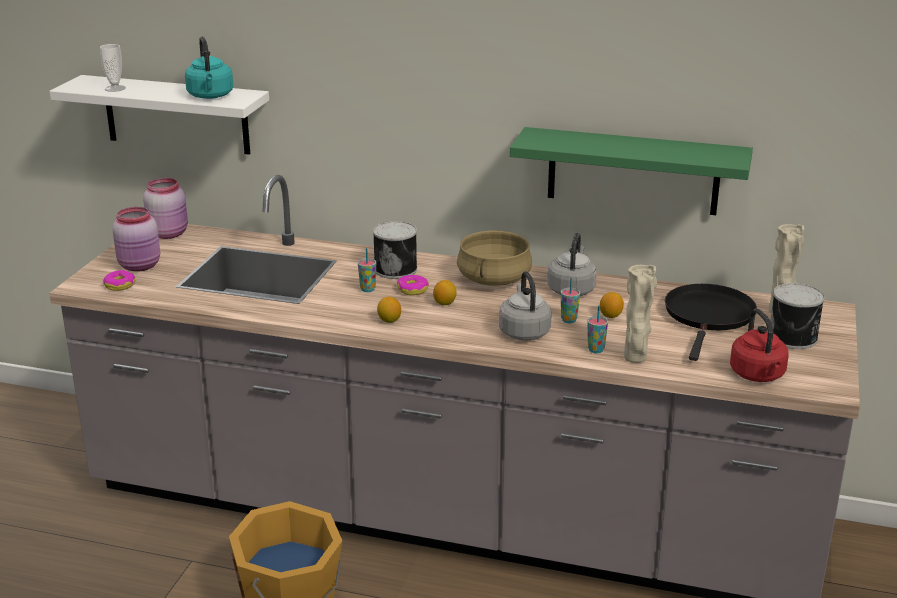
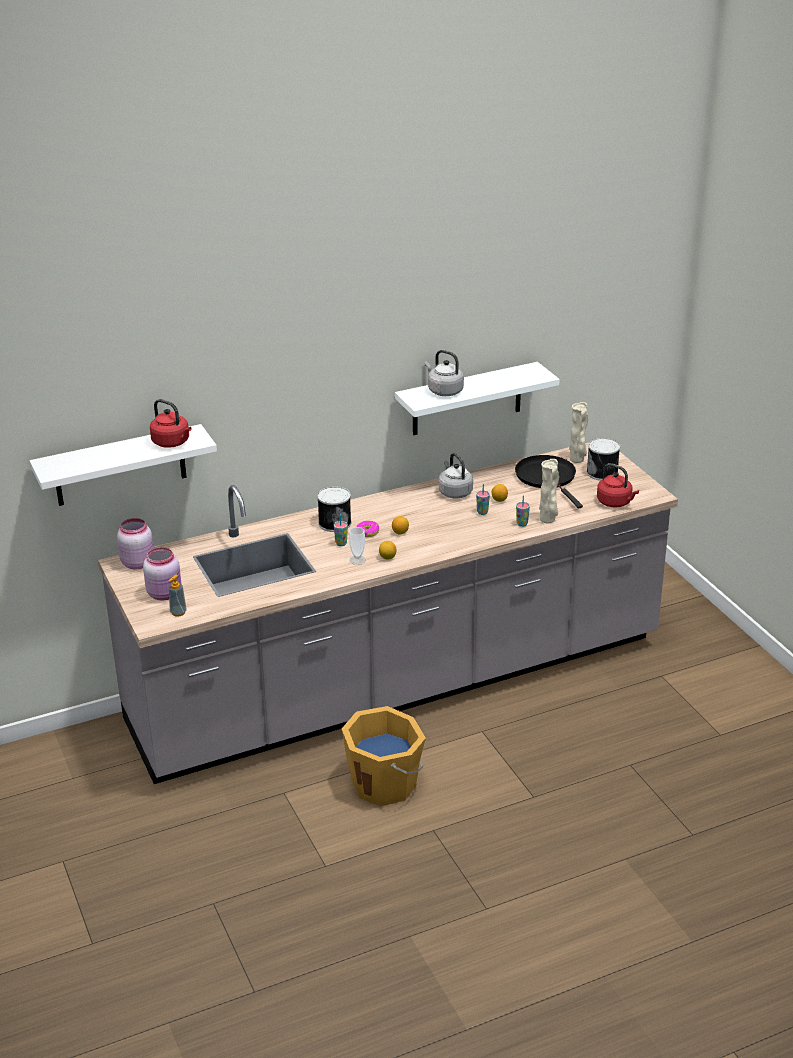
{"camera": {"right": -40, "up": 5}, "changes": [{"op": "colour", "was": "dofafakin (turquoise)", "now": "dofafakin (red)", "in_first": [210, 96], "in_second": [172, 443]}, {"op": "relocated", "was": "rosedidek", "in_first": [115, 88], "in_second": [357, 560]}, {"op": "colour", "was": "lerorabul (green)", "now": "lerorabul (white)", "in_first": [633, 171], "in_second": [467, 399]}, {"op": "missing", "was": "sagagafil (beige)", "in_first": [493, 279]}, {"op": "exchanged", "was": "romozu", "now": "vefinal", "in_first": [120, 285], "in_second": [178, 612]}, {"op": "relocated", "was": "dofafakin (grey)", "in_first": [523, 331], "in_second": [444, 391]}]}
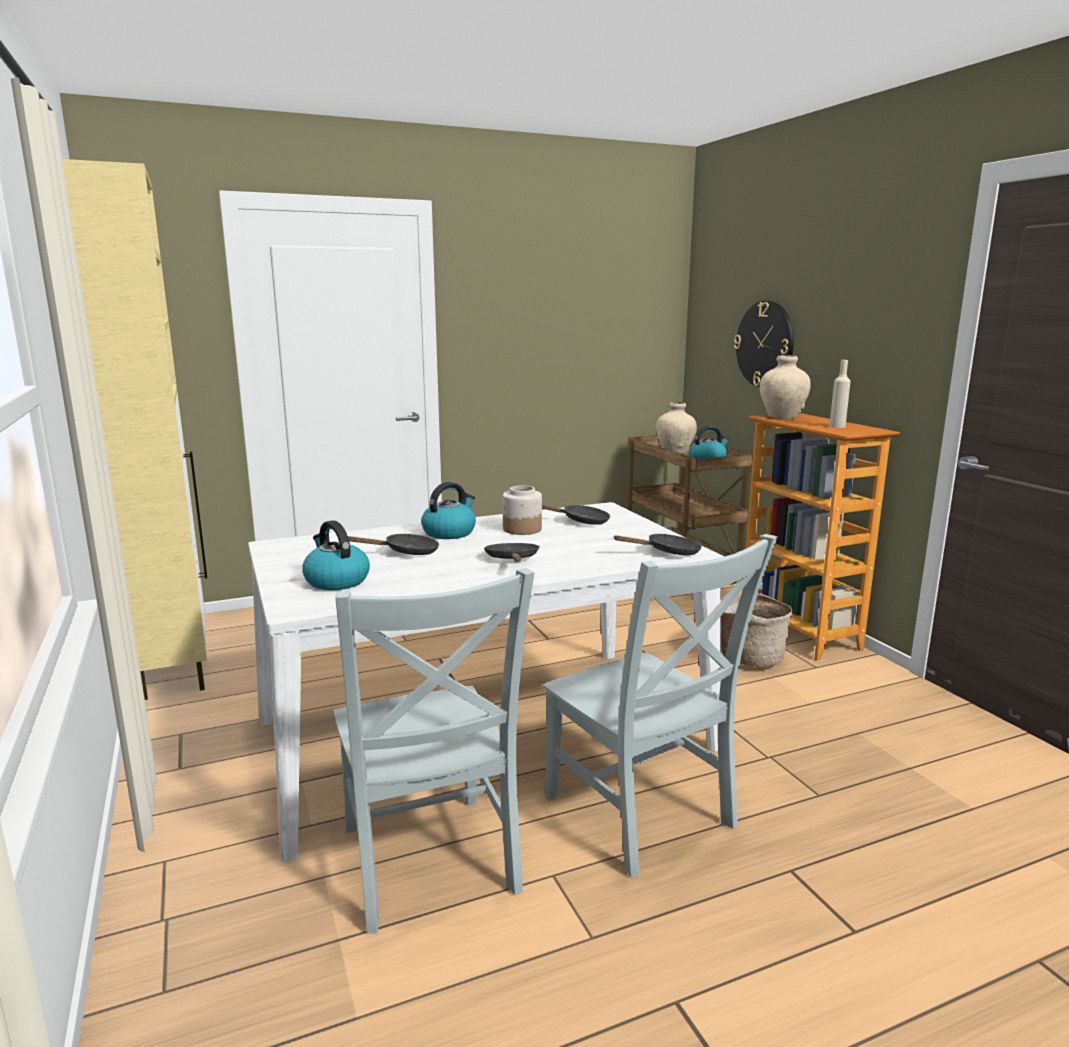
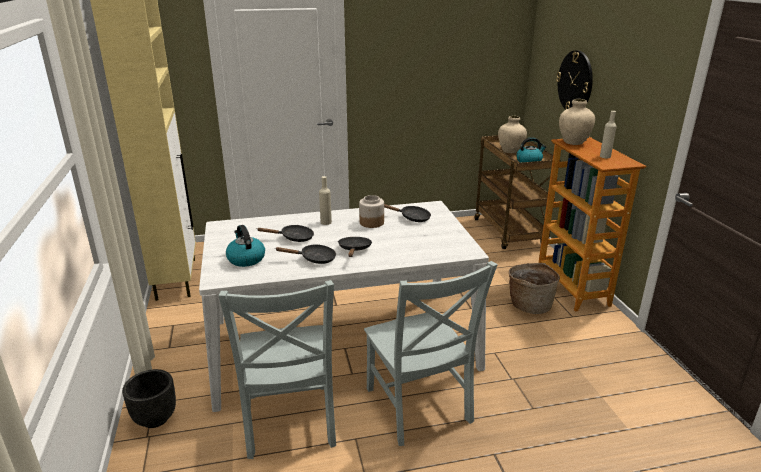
{"camera": {"right": 10, "up": 10}, "changes": [{"op": "exchanged", "was": "dofafakin", "now": "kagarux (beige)", "in_first": [449, 532], "in_second": [326, 222]}, {"op": "relocated", "was": "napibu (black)", "in_first": [668, 552], "in_second": [314, 259]}, {"op": "appeared", "now": "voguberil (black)", "in_second": [154, 419]}]}
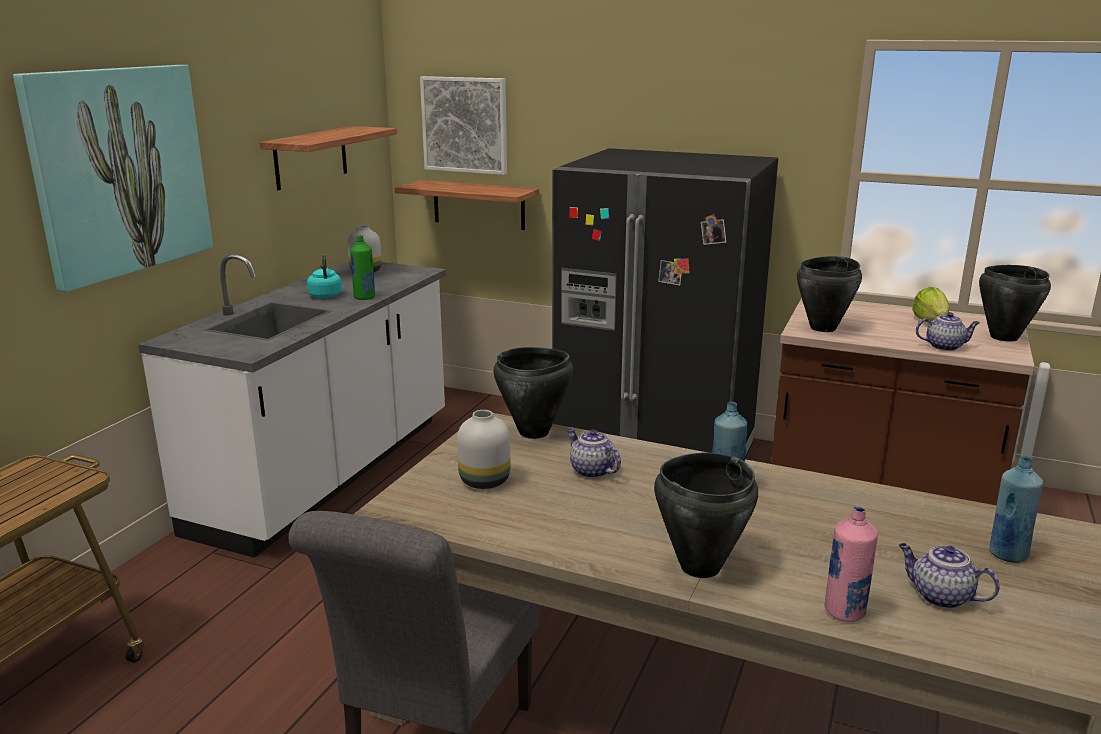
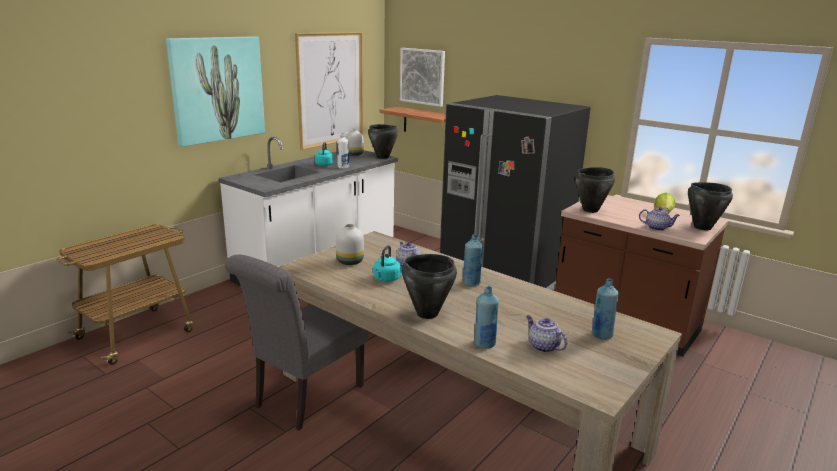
{"camera": {"right": 15, "up": 0}, "changes": [{"op": "exchanged", "was": "lerorabul", "now": "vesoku", "in_first": [311, 157], "in_second": [330, 89]}, {"op": "colour", "was": "kagarux (green)", "now": "kagarux (white)", "in_first": [364, 297], "in_second": [343, 167]}, {"op": "relocated", "was": "sagagafil (black)", "in_first": [534, 432], "in_second": [383, 157]}, {"op": "colour", "was": "kagarux (pink)", "now": "kagarux (blue)", "in_first": [844, 612], "in_second": [484, 344]}, {"op": "appeared", "now": "dofafakin (turquoise)", "in_second": [386, 279]}]}
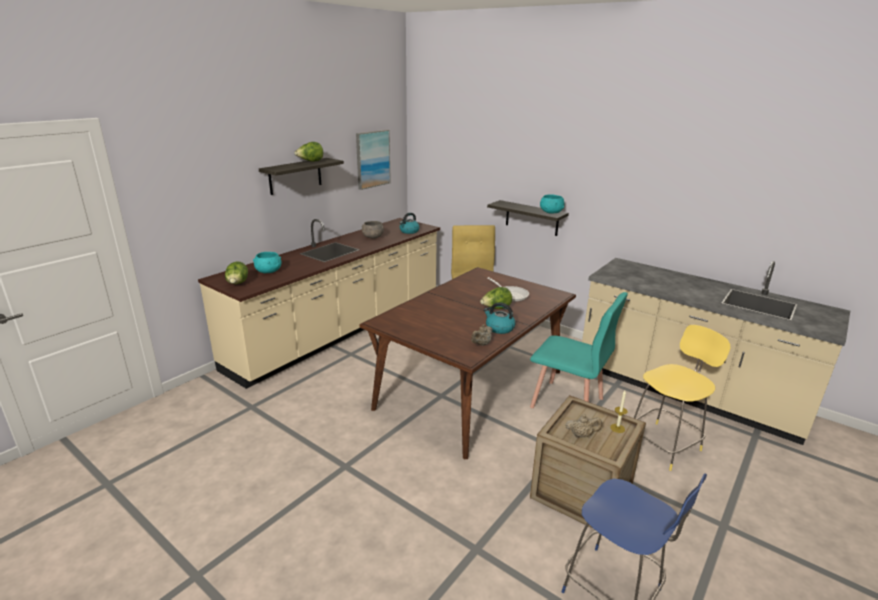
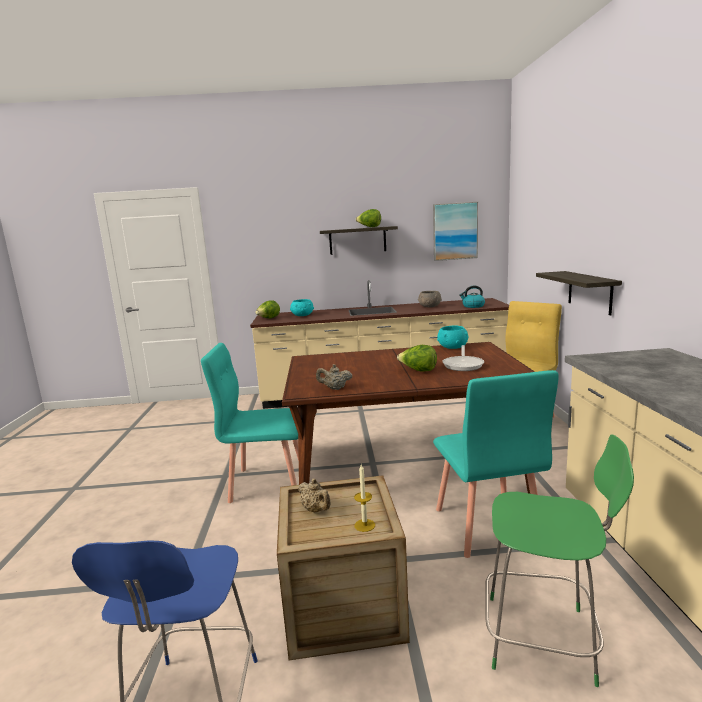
{"camera": {"right": 50, "up": -10}, "changes": [{"op": "relocated", "was": "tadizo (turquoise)", "in_first": [550, 212], "in_second": [452, 347]}, {"op": "missing", "was": "dofafakin", "in_first": [499, 328]}, {"op": "colour", "was": "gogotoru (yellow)", "now": "gogotoru (green)", "in_first": [664, 444], "in_second": [544, 639]}, {"op": "appeared", "now": "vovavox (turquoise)", "in_second": [267, 483]}]}
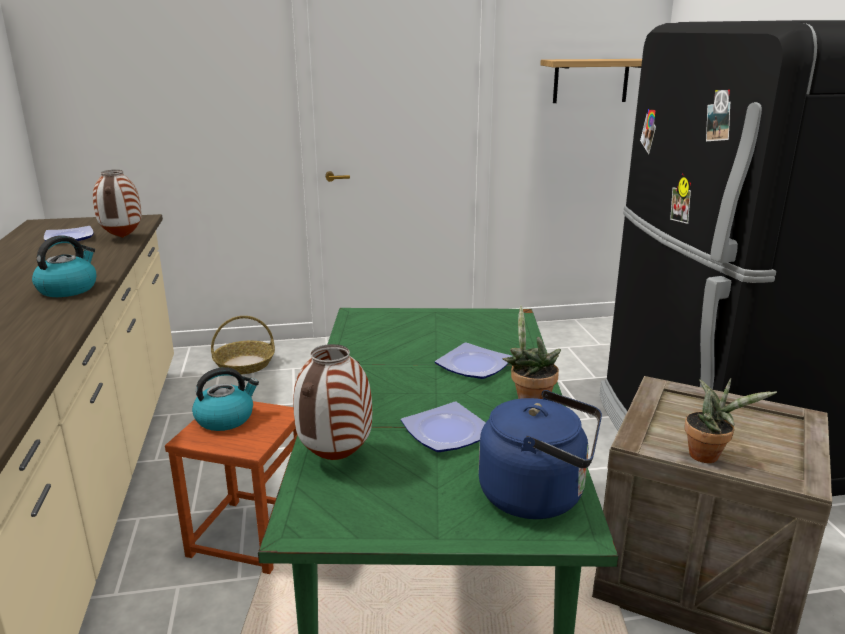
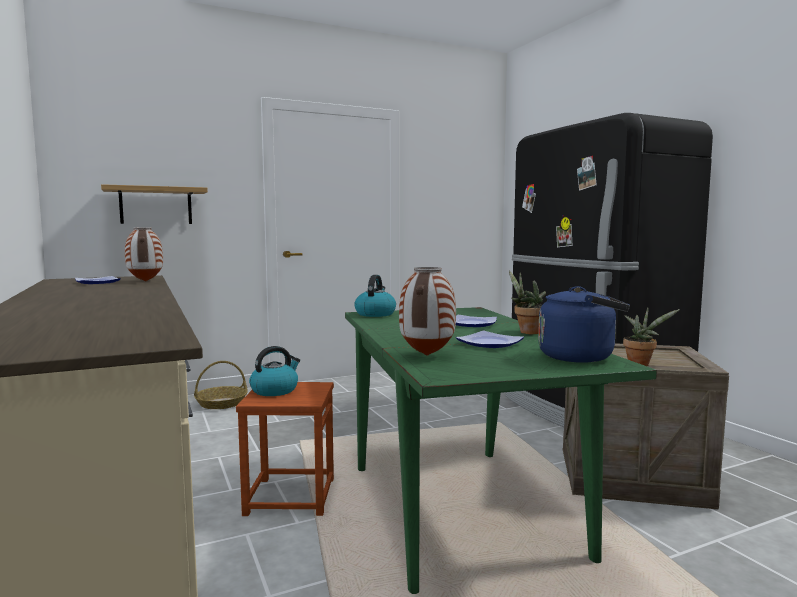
{"camera": {"right": -15, "up": -15}, "changes": [{"op": "relocated", "was": "lerorabul", "in_first": [591, 81], "in_second": [156, 206]}, {"op": "relocated", "was": "dofafakin", "in_first": [68, 289], "in_second": [375, 314]}]}
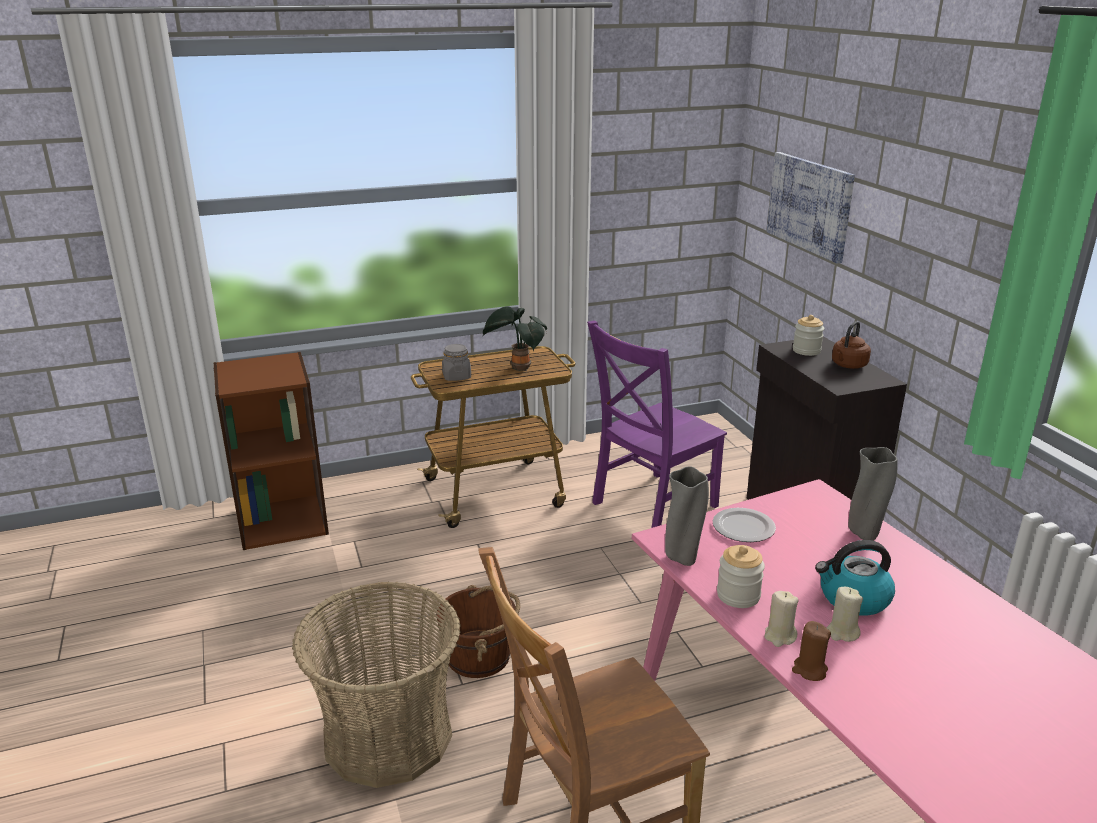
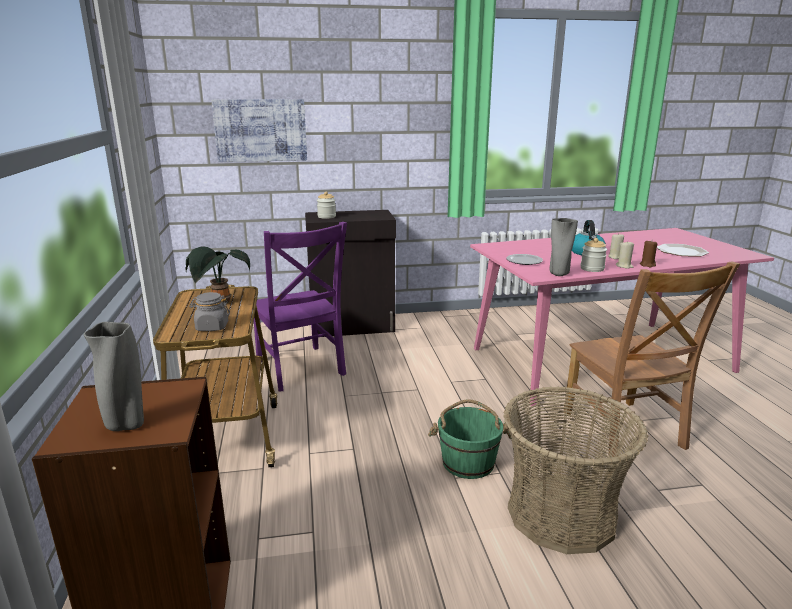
{"camera": {"right": -80, "up": -5}, "changes": [{"op": "missing", "was": "dofafakin (brown)", "in_first": [848, 365]}, {"op": "relocated", "was": "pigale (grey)", "in_first": [864, 534], "in_second": [126, 425]}, {"op": "colour", "was": "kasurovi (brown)", "now": "kasurovi (green)", "in_first": [480, 656], "in_second": [468, 462]}, {"op": "appeared", "now": "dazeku", "in_second": [681, 251]}]}
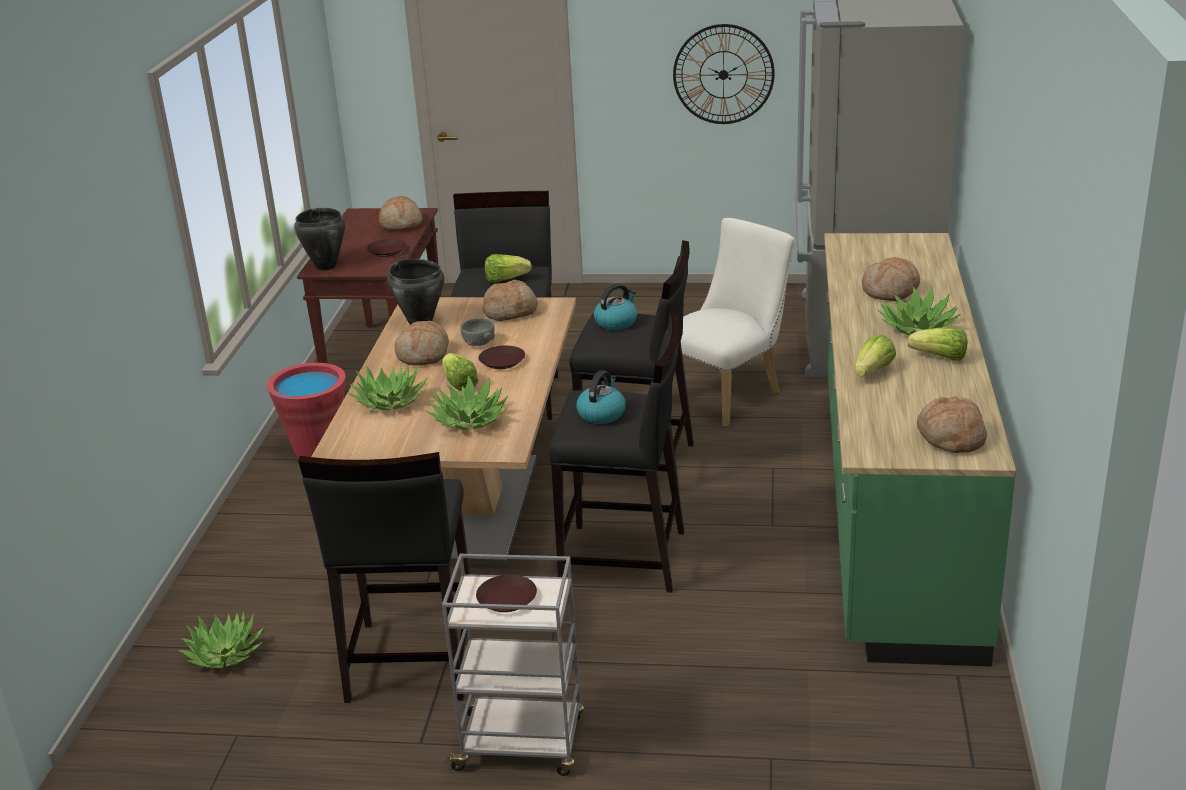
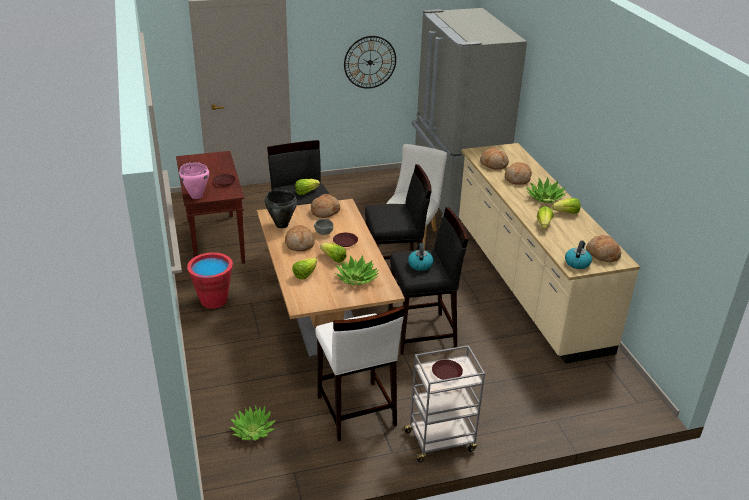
{"camera": {"right": -25, "up": 5}, "changes": [{"op": "relocated", "was": "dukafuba", "in_first": [401, 224], "in_second": [493, 164]}, {"op": "colour", "was": "sagagafil (black)", "now": "sagagafil (pink)", "in_first": [325, 266], "in_second": [196, 196]}, {"op": "colour", "was": "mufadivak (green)", "now": "mufadivak (beige)", "in_first": [893, 507], "in_second": [527, 283]}, {"op": "relocated", "was": "dofafakin", "in_first": [616, 322], "in_second": [577, 263]}, {"op": "exchanged", "was": "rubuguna", "now": "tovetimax", "in_first": [390, 401], "in_second": [305, 274]}, {"op": "colour", "was": "gogotoru (black)", "now": "gogotoru (white)", "in_first": [411, 662], "in_second": [356, 411]}]}
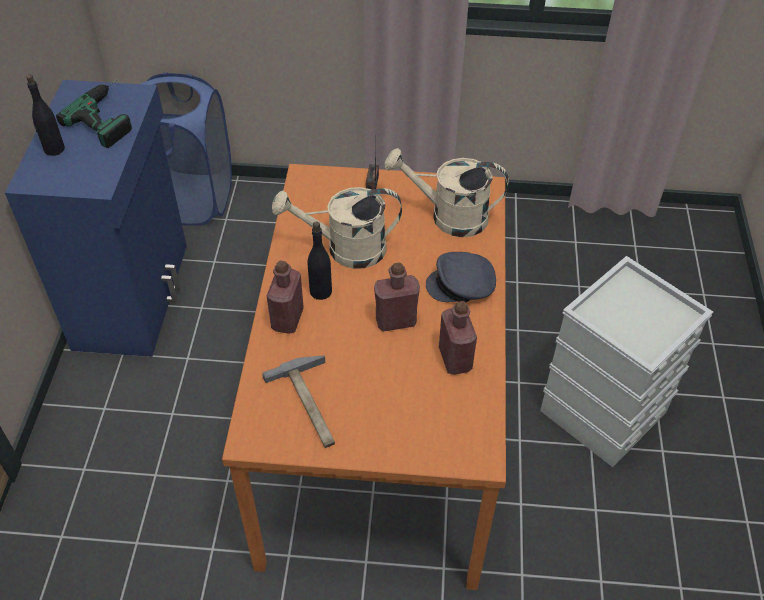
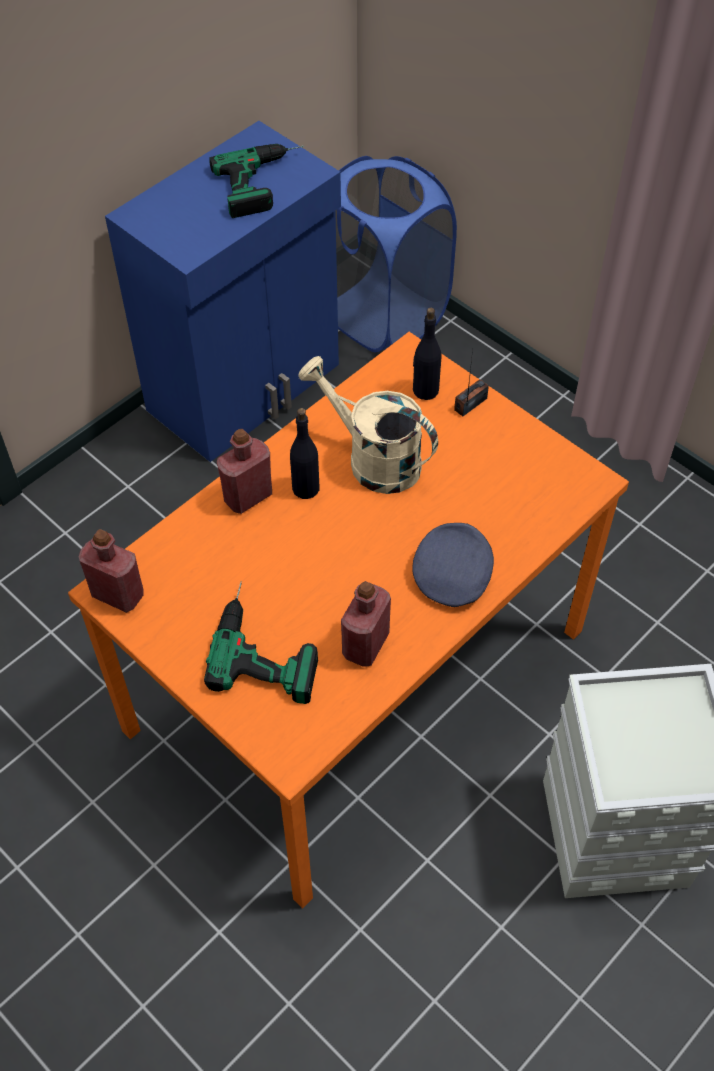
{"camera": {"right": 40, "up": 5}, "changes": [{"op": "relocated", "was": "kagarux (black)", "in_first": [54, 149], "in_second": [425, 390]}, {"op": "missing", "was": "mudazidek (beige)", "in_first": [448, 217]}, {"op": "spun", "was": "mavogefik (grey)", "in_first": [462, 286], "in_second": [452, 574], "clockwise": 75}, {"op": "relocated", "was": "kagarux (red)", "in_first": [396, 321], "in_second": [118, 594]}, {"op": "missing", "was": "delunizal", "in_first": [311, 405]}, {"op": "appeared", "now": "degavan", "in_second": [267, 644]}]}
